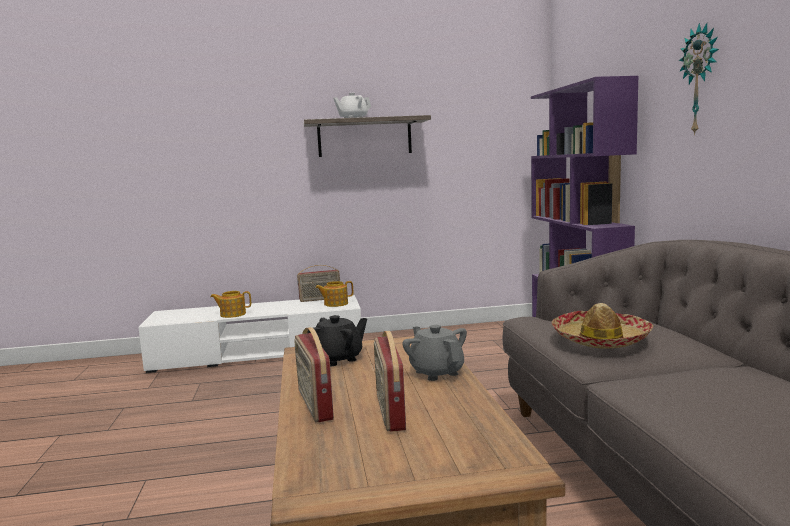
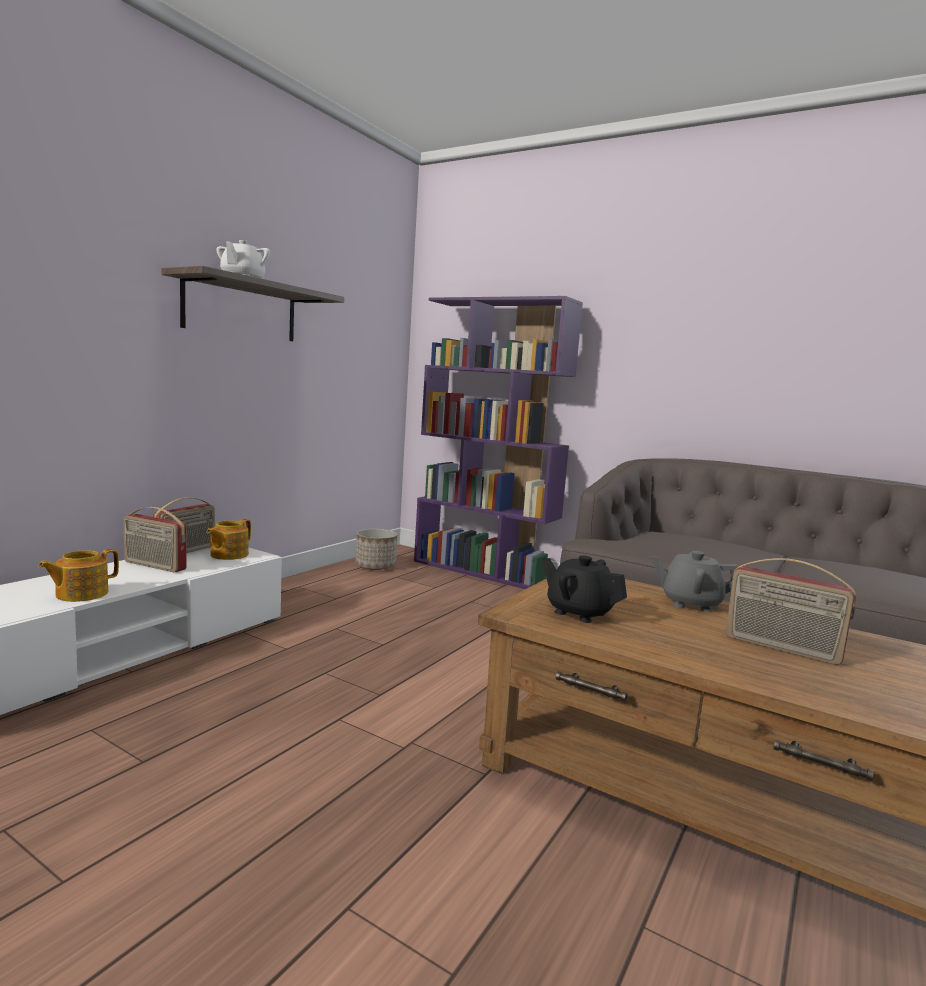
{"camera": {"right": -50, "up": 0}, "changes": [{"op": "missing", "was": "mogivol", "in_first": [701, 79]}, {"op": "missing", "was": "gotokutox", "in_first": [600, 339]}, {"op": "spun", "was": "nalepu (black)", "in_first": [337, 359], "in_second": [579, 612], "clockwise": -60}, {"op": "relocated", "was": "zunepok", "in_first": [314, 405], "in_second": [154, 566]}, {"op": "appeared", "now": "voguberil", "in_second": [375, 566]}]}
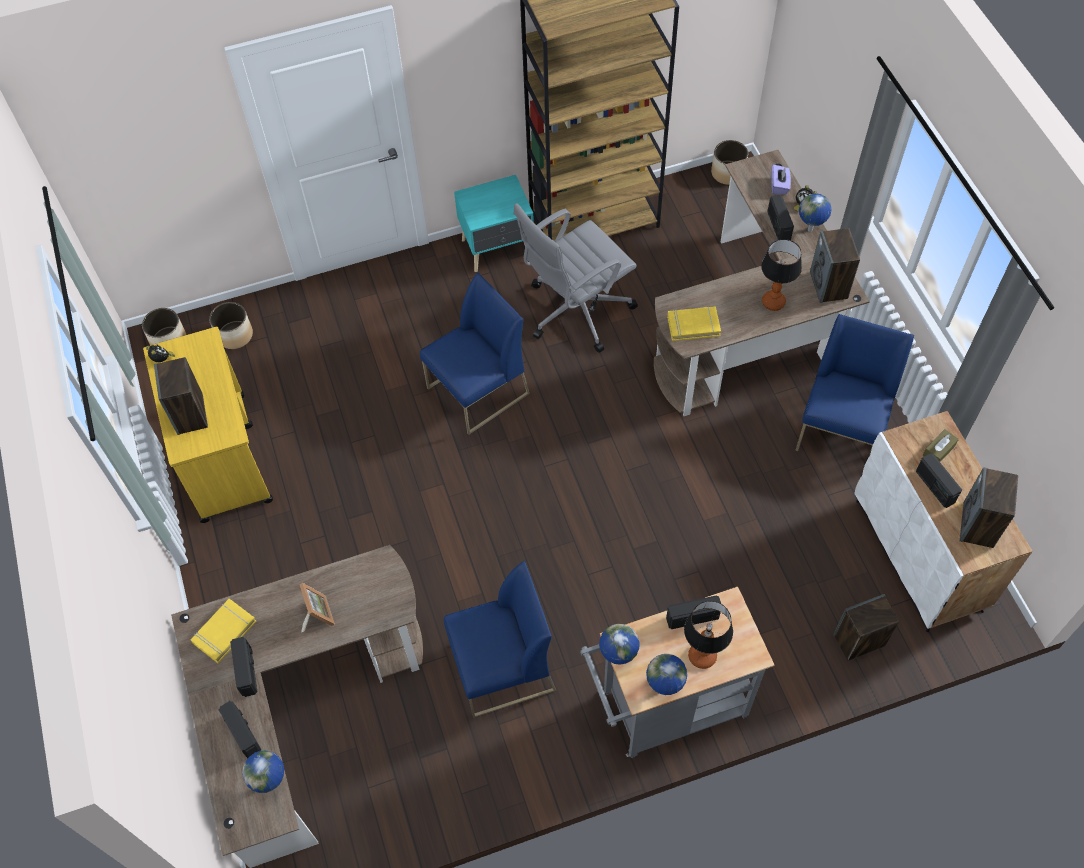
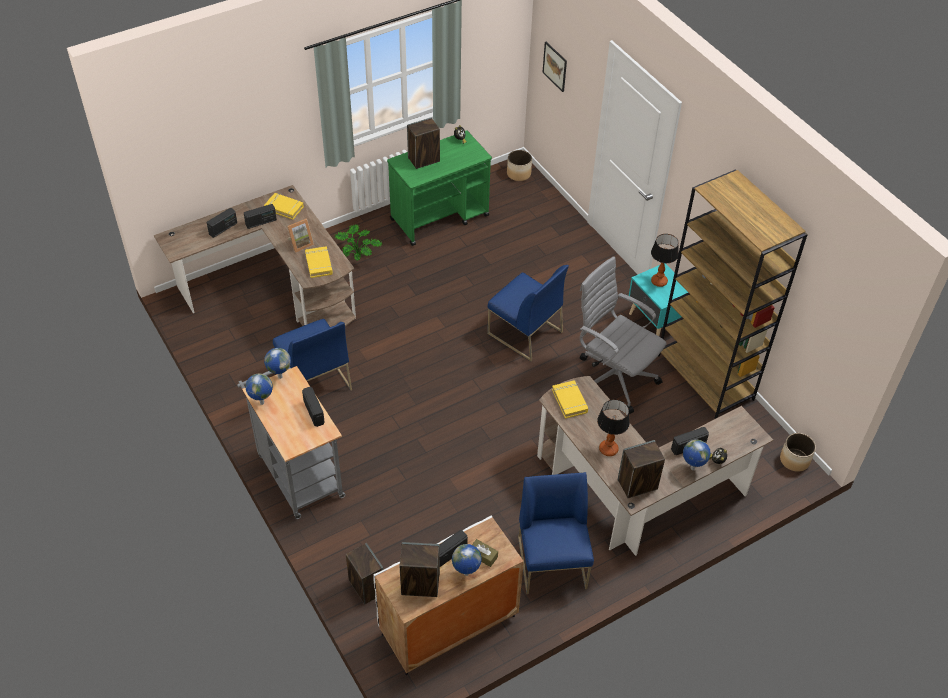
{"camera": {"right": 75, "up": -10}, "changes": [{"op": "missing", "was": "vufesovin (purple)", "in_first": [779, 186]}, {"op": "missing", "was": "voguberil", "in_first": [235, 335]}, {"op": "spun", "was": "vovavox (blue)", "in_first": [841, 430], "in_second": [552, 563], "clockwise": -105}, {"op": "colour", "was": "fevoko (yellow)", "now": "fevoko (green)", "in_first": [223, 455], "in_second": [440, 217]}, {"op": "relocated", "was": "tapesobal", "in_first": [702, 656], "in_second": [658, 281]}, {"op": "relocated", "was": "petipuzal", "in_first": [272, 782], "in_second": [466, 574]}, {"op": "appeared", "now": "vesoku", "in_second": [555, 66]}, {"op": "appeared", "now": "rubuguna", "in_second": [358, 255]}, {"op": "appeared", "now": "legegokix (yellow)", "in_second": [319, 264]}]}
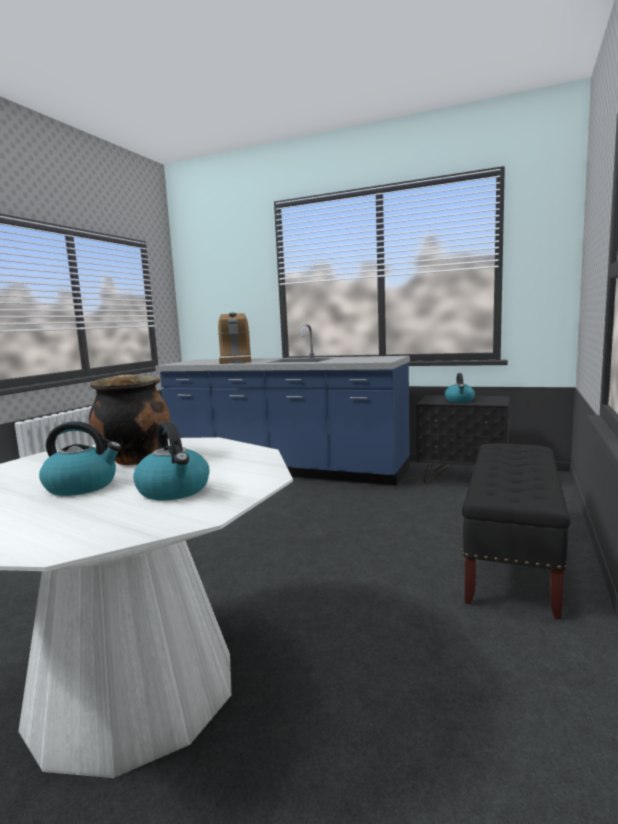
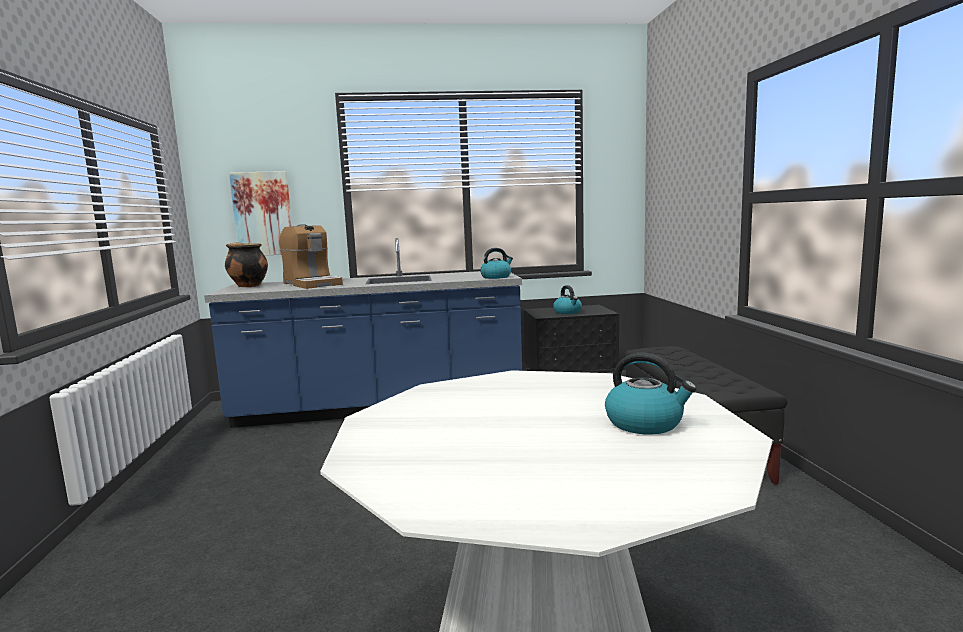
{"camera": {"right": -30, "up": 0}, "changes": [{"op": "relocated", "was": "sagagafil", "in_first": [134, 459], "in_second": [248, 286]}, {"op": "relocated", "was": "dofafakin", "in_first": [82, 486], "in_second": [496, 277]}, {"op": "appeared", "now": "vesoku", "in_second": [263, 214]}]}
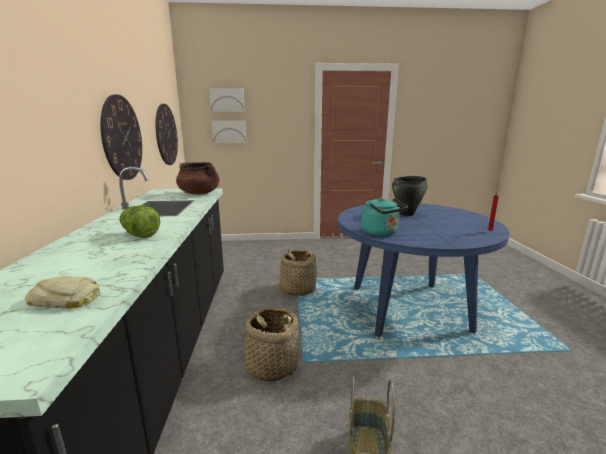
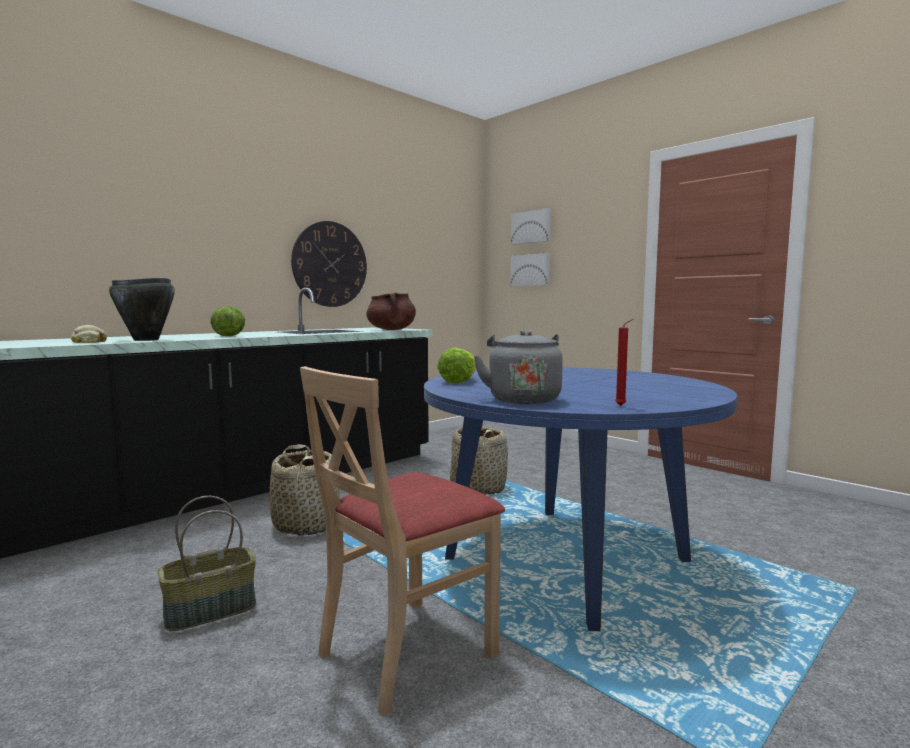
{"camera": {"right": 50, "up": -10}, "changes": [{"op": "missing", "was": "mogivol", "in_first": [166, 135]}, {"op": "relocated", "was": "sagagafil (black)", "in_first": [407, 214], "in_second": [146, 340]}, {"op": "exchanged", "was": "dofafakin (turquoise)", "now": "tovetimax", "in_first": [381, 233], "in_second": [459, 381]}, {"op": "appeared", "now": "dofafakin (grey)", "in_second": [522, 399]}, {"op": "appeared", "now": "vovavox (beige)", "in_second": [406, 651]}]}
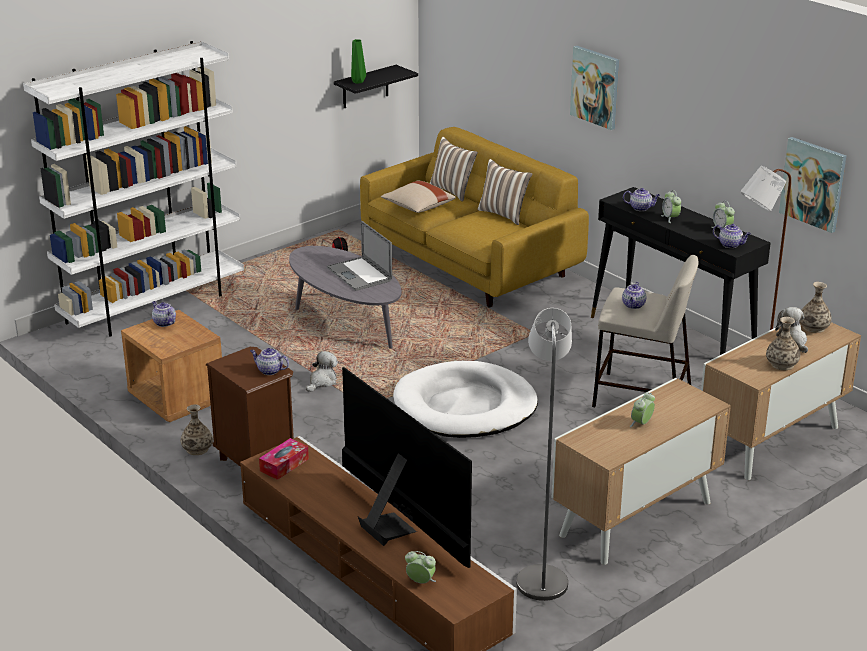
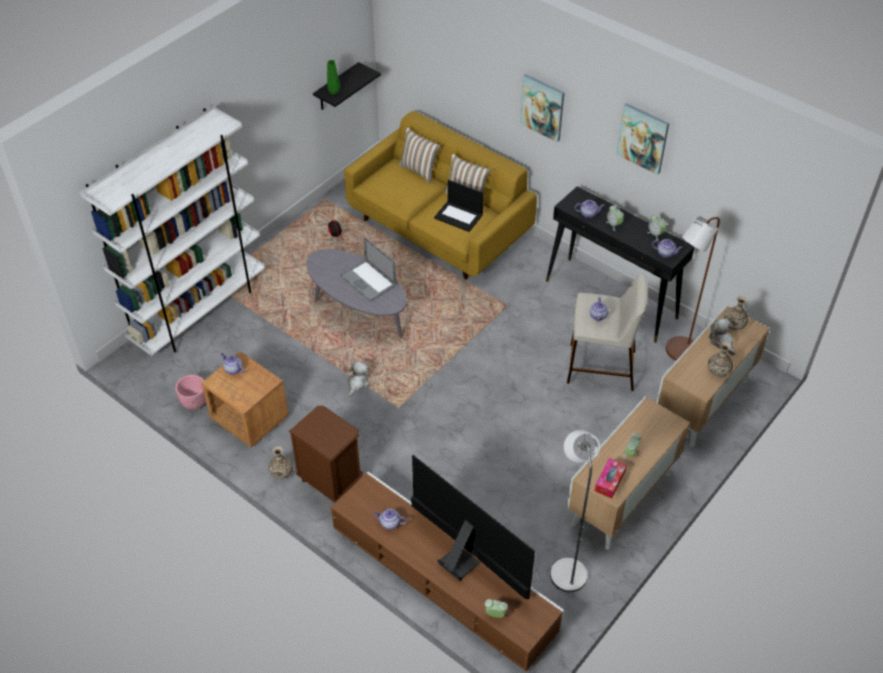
{"camera": {"right": -10, "up": 20}, "changes": [{"op": "relocated", "was": "vesoku", "in_first": [813, 184], "in_second": [643, 138]}, {"op": "missing", "was": "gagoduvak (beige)", "in_first": [417, 207]}, {"op": "relocated", "was": "nalepu", "in_first": [269, 370], "in_second": [389, 523]}, {"op": "missing", "was": "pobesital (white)", "in_first": [465, 406]}, {"op": "relocated", "was": "vufesovin", "in_first": [284, 465], "in_second": [610, 481]}, {"op": "appeared", "now": "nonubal", "in_second": [459, 216]}, {"op": "appeared", "now": "voguberil (pink)", "in_second": [194, 403]}]}
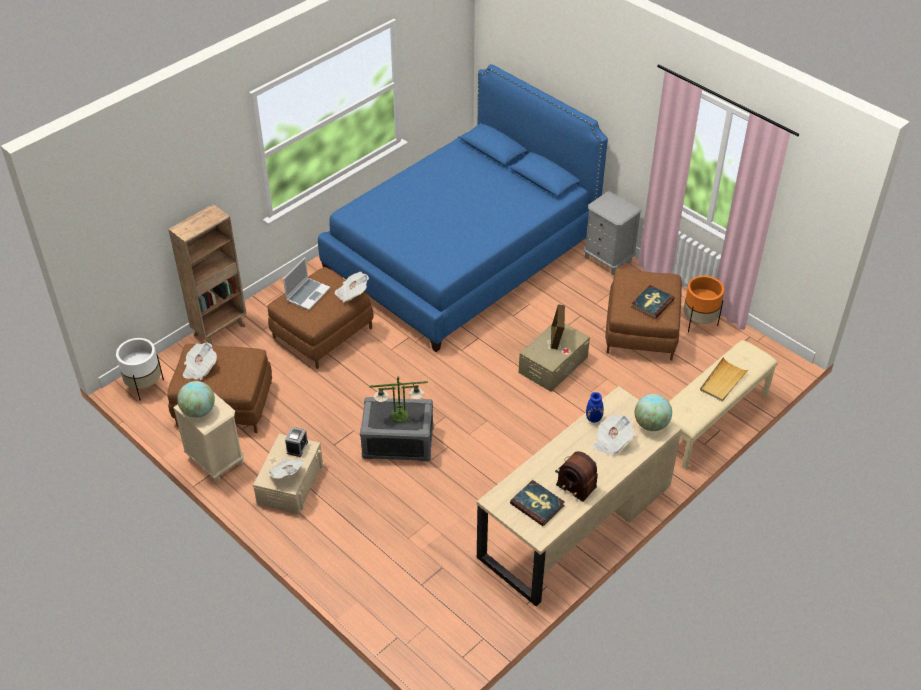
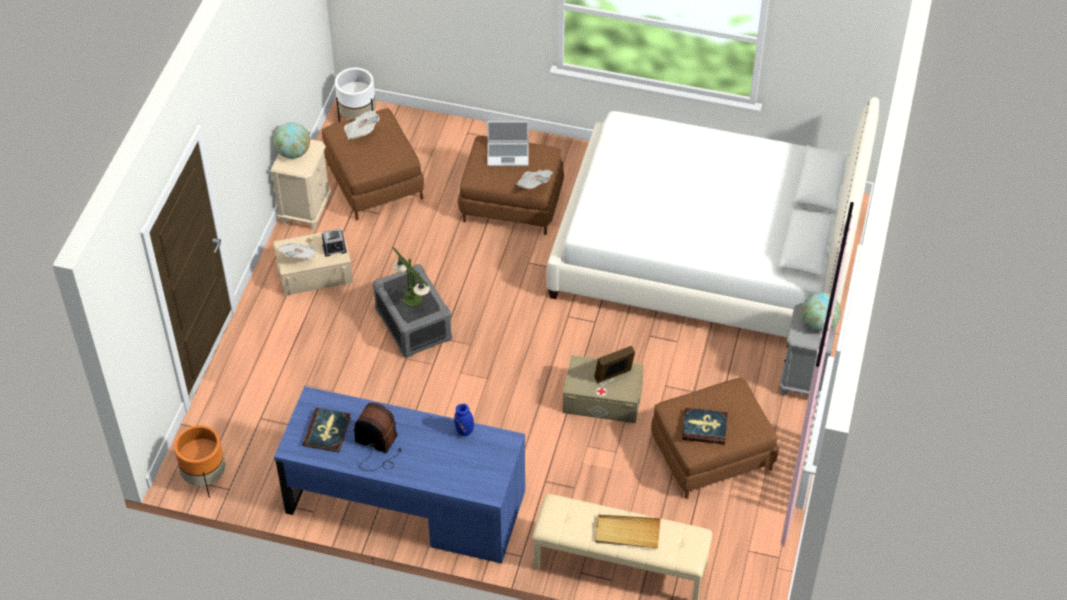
{"camera": {"right": 60, "up": 5}, "changes": [{"op": "colour", "was": "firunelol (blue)", "now": "firunelol (white)", "in_first": [461, 255], "in_second": [707, 254]}, {"op": "missing", "was": "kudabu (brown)", "in_first": [220, 330]}, {"op": "relocated", "was": "voguberil (orange)", "in_first": [699, 322], "in_second": [205, 478]}, {"op": "colour", "was": "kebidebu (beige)", "now": "kebidebu (blue)", "in_first": [575, 521], "in_second": [405, 503]}, {"op": "relocated", "was": "petipuzal", "in_first": [651, 424], "in_second": [818, 323]}, {"op": "missing", "was": "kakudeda", "in_first": [611, 442]}, {"op": "spun", "was": "zunepok", "in_first": [576, 478], "in_second": [378, 448], "clockwise": 105}]}
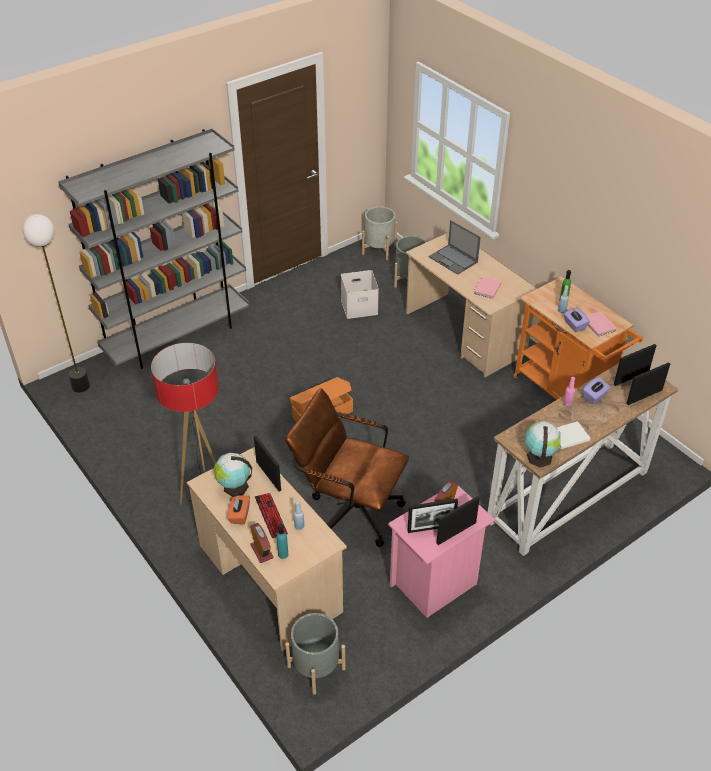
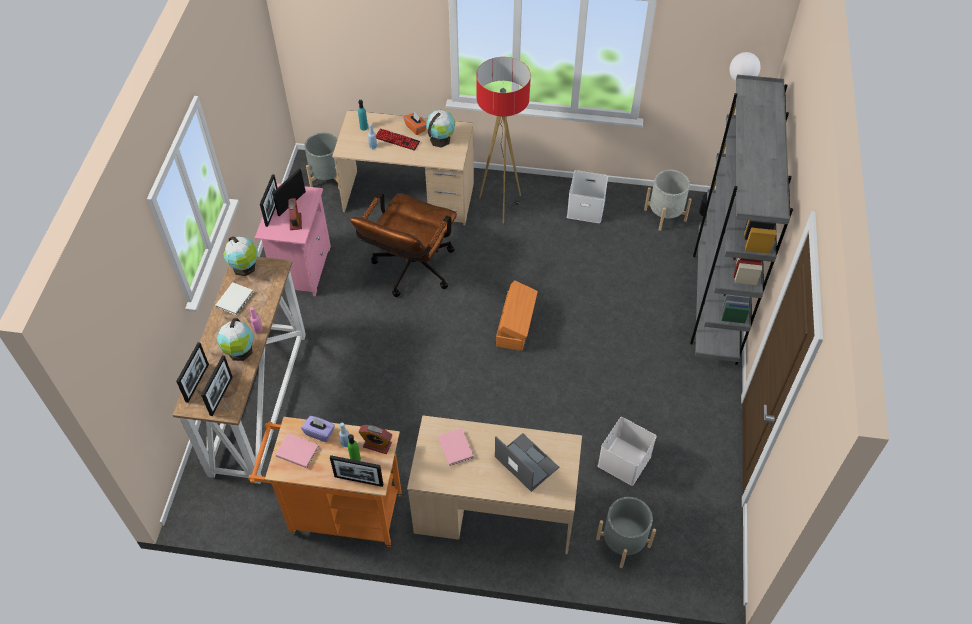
{"camera": {"right": 135, "up": 10}, "changes": [{"op": "relocated", "was": "voguberil (grey)", "in_first": [379, 249], "in_second": [665, 215]}, {"op": "spun", "was": "nonubal", "in_first": [453, 260], "in_second": [526, 462], "clockwise": 45}, {"op": "exchanged", "was": "vufesovin (purple)", "now": "petipuzal", "in_first": [594, 396], "in_second": [240, 352]}, {"op": "spun", "was": "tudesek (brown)", "in_first": [348, 509], "in_second": [410, 272], "clockwise": 135}, {"op": "relocated", "was": "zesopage", "in_first": [268, 476], "in_second": [359, 480]}, {"op": "relocated", "was": "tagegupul", "in_first": [261, 551], "in_second": [377, 445]}, {"op": "appeared", "now": "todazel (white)", "in_second": [586, 208]}]}
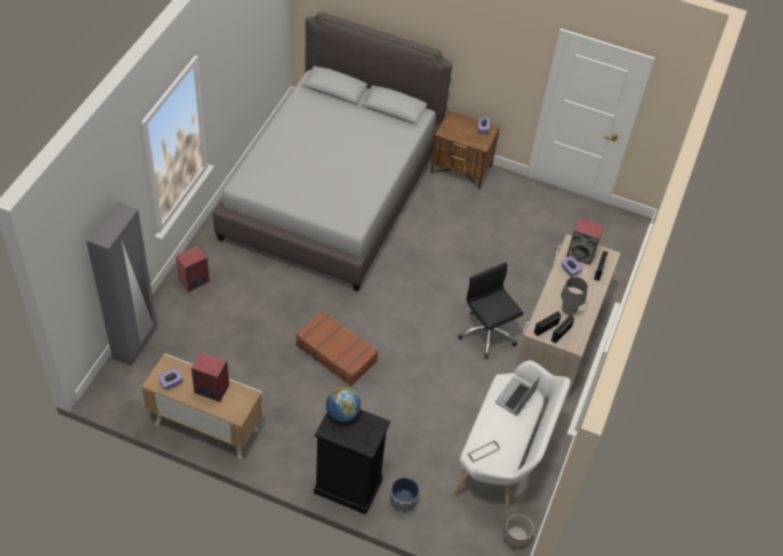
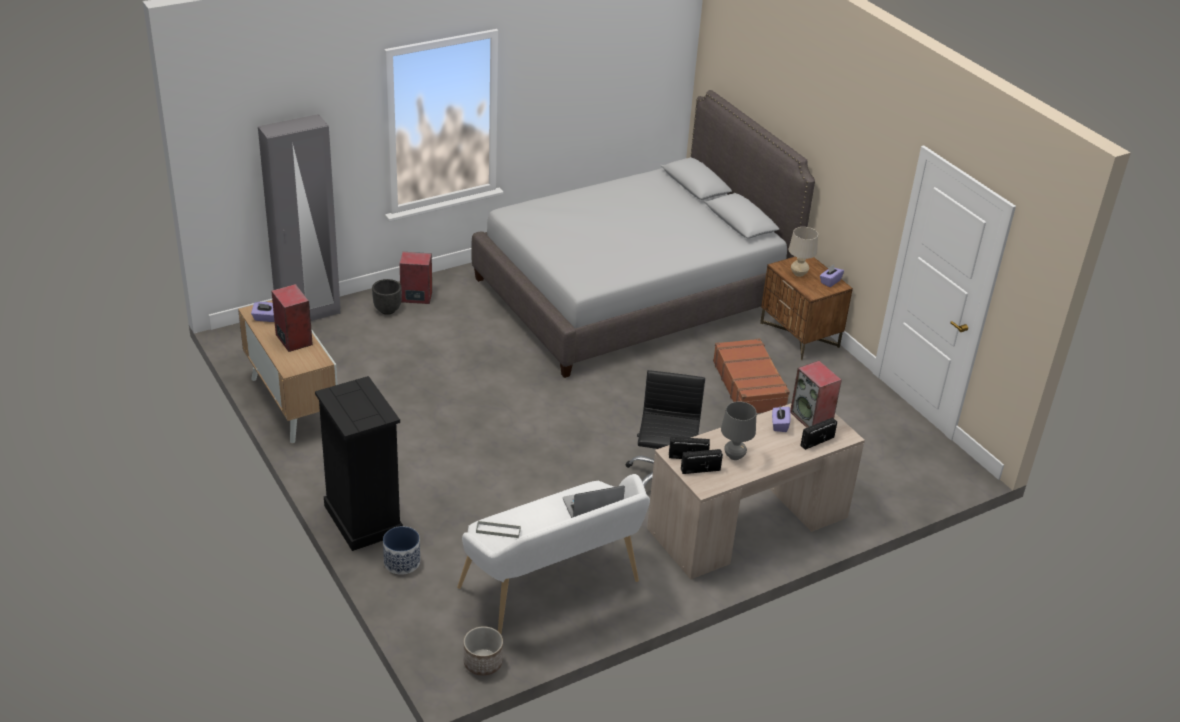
{"camera": {"right": 40, "up": -15}, "changes": [{"op": "relocated", "was": "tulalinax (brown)", "in_first": [336, 353], "in_second": [749, 385]}, {"op": "missing", "was": "petipuzal", "in_first": [342, 414]}, {"op": "appeared", "now": "tapesobal (beige)", "in_second": [798, 274]}, {"op": "appeared", "now": "voguberil (black)", "in_second": [388, 310]}]}
